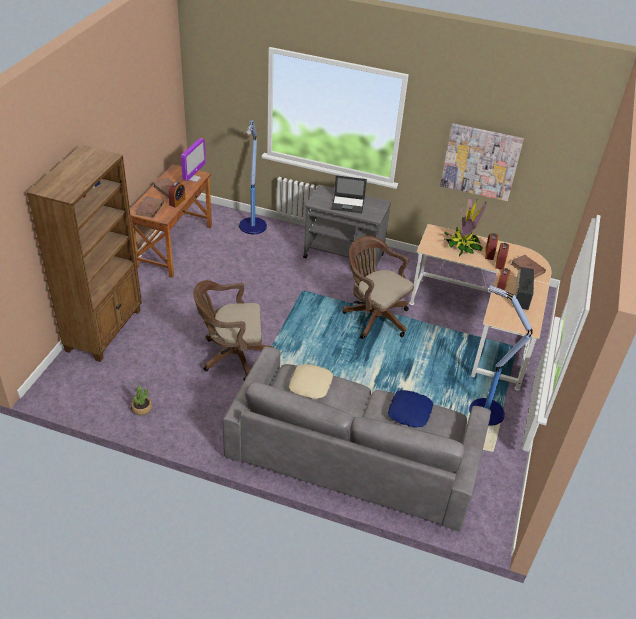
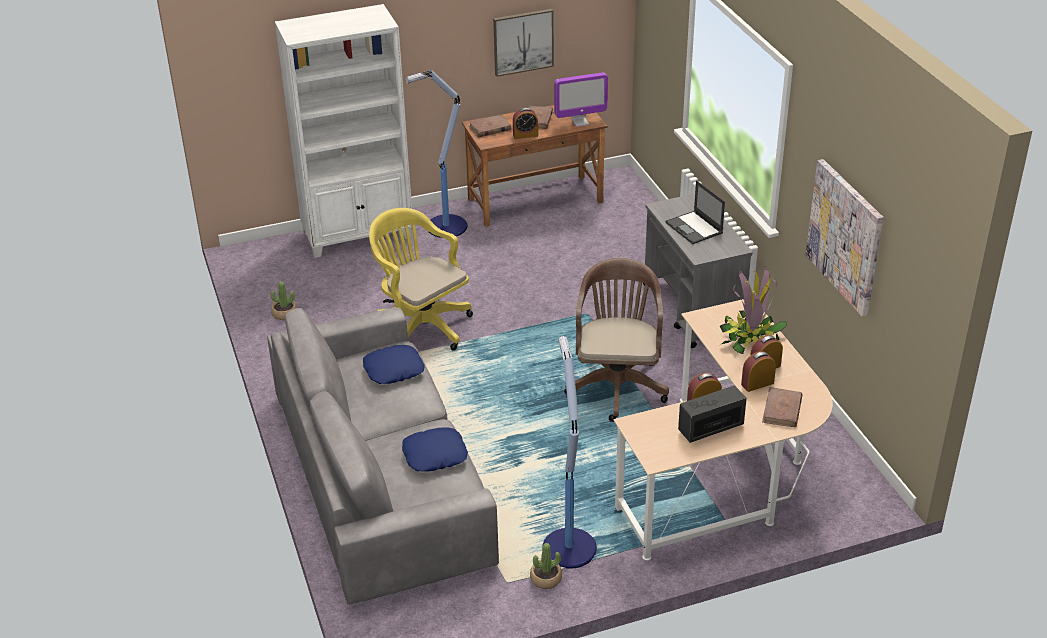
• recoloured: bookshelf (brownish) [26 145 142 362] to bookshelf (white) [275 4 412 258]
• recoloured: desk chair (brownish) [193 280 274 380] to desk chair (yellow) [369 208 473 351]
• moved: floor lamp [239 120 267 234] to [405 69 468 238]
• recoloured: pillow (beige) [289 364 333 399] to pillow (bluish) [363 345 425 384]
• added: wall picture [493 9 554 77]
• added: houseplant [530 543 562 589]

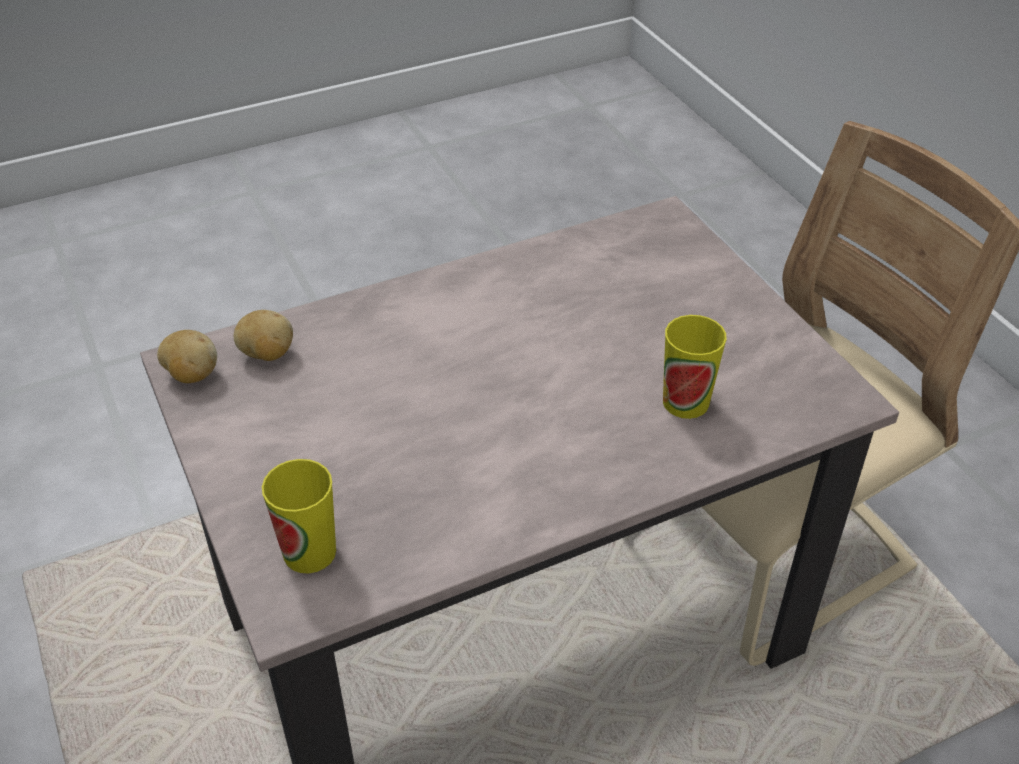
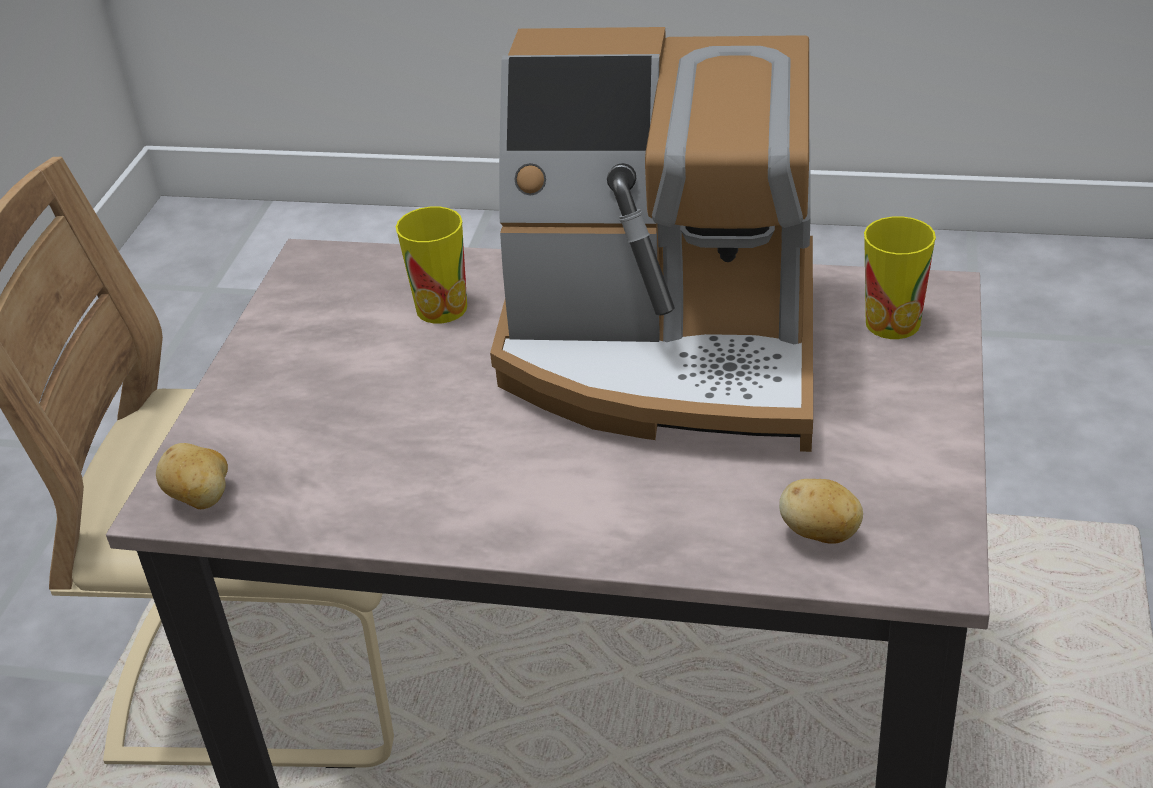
• moved: spud [157 330 217 383] to [156 443 228 509]
• added: coffee maker [490 27 813 452]

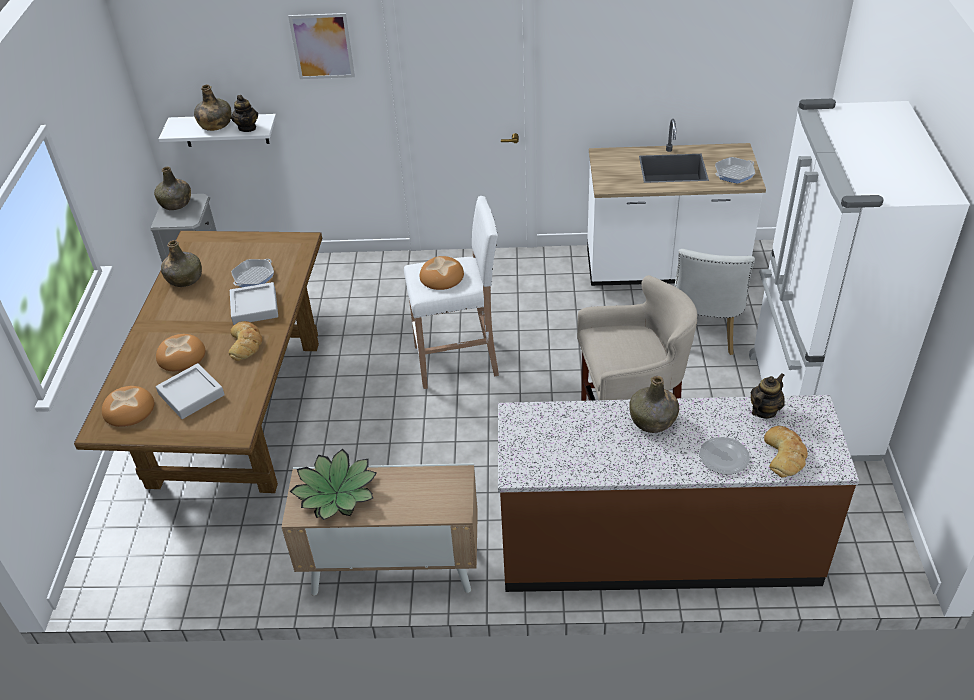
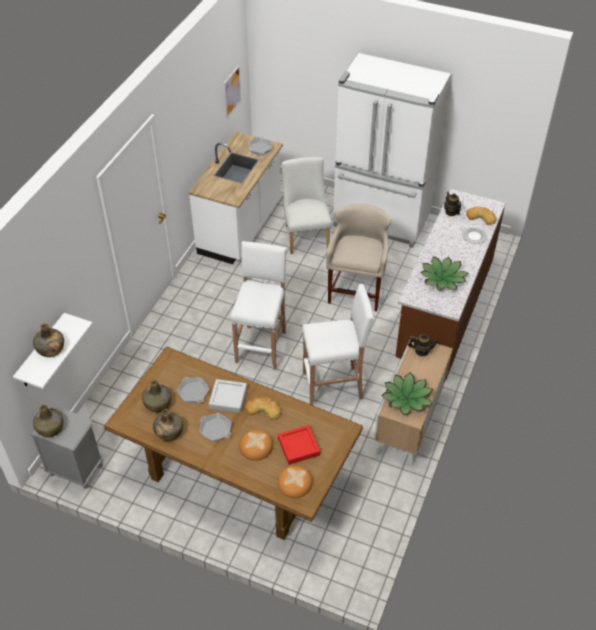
• recoloured: serving tray (grey) [156 363 225 419] to serving tray (red) [278 425 320 465]
• moved: teapot [231 95 258 132] to [408 334 439 356]
• moved: wall picture [288 13 355 79] to [223 65 242 119]
• removed: bakery bread [420 256 464 290]
• moved: bottle (green) [629 376 679 433] to [142 380 172 413]
• turned: plain chair (white) [675 249 755 355] = [281 157 332 254] 135 degrees counterclockwise
• added: pan [200 413 231 441]
• added: sitting stool (white) [302 284 374 405]
• added: houseplant [421 256 468 291]

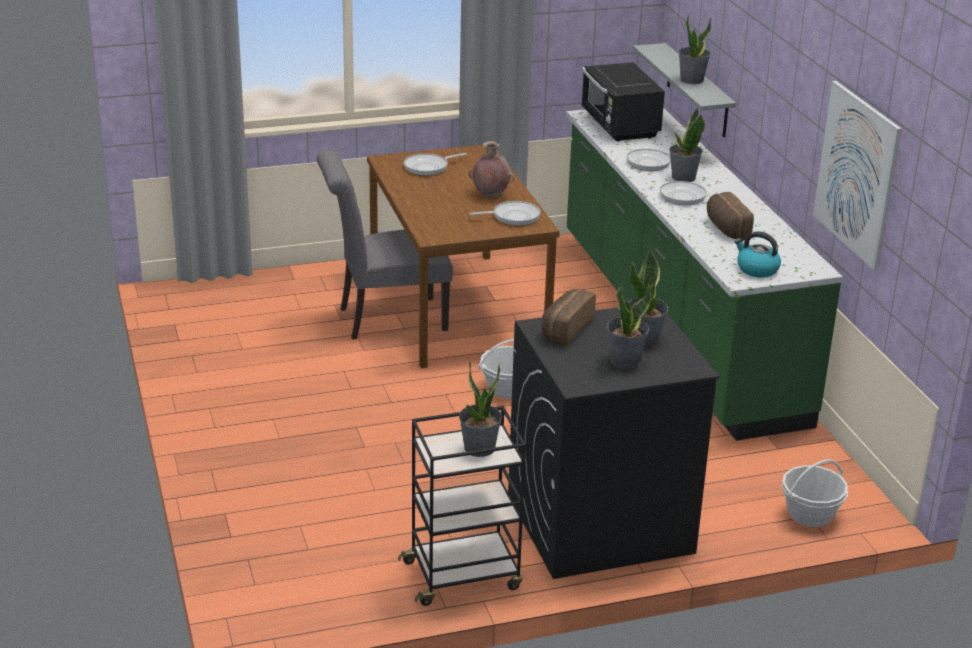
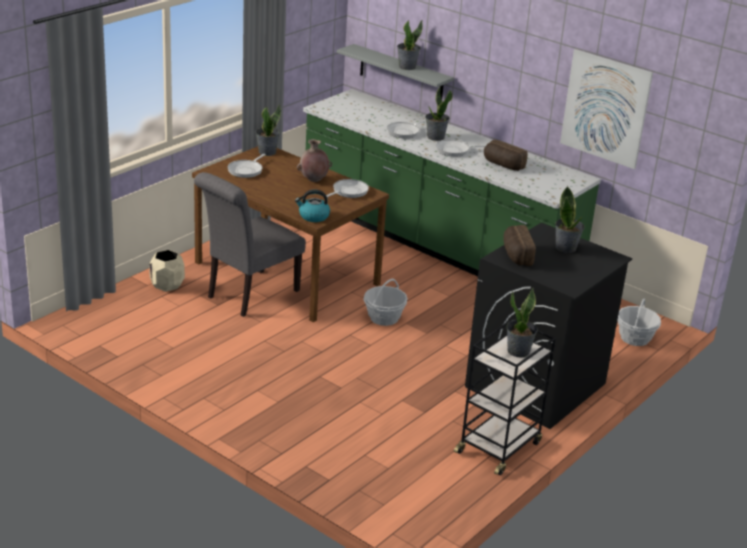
• removed: microwave (black-coloured) [581 62 665 142]
• moved: houseplant [607 285 651 369] to [256 104 281 156]
• moved: water kettle [735 231 781 277] to [295 190 330 222]
• added: flower pot (beige) [149 250 185 292]

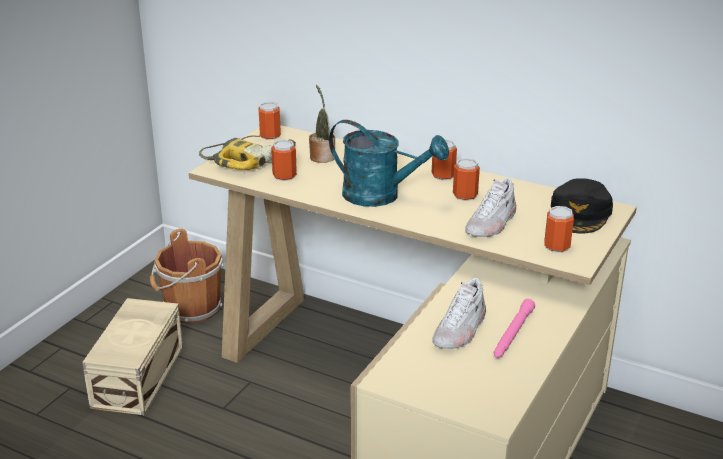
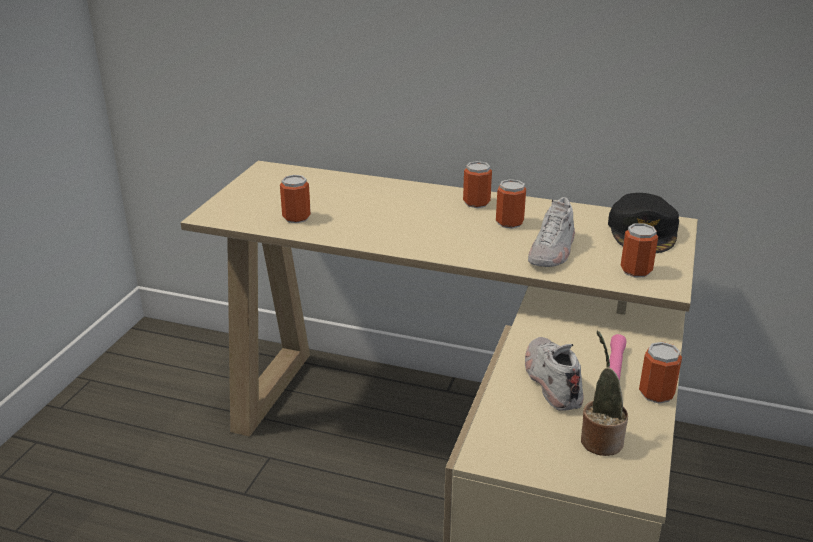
• removed: storage box (beige) [82 298 183 415]
• removed: bucket (brownish) [150 229 224 324]
• removed: power drill [199 136 296 170]
• moved: can [258 102 281 140] to [639 342 682 404]
• moved: houseplant [309 85 335 163] to [581 330 628 456]
• removed: watering pot (turquoise) [329 120 449 207]
• turned: item of footwear (white) [432 278 486 349] = [525 337 584 411] 150 degrees clockwise

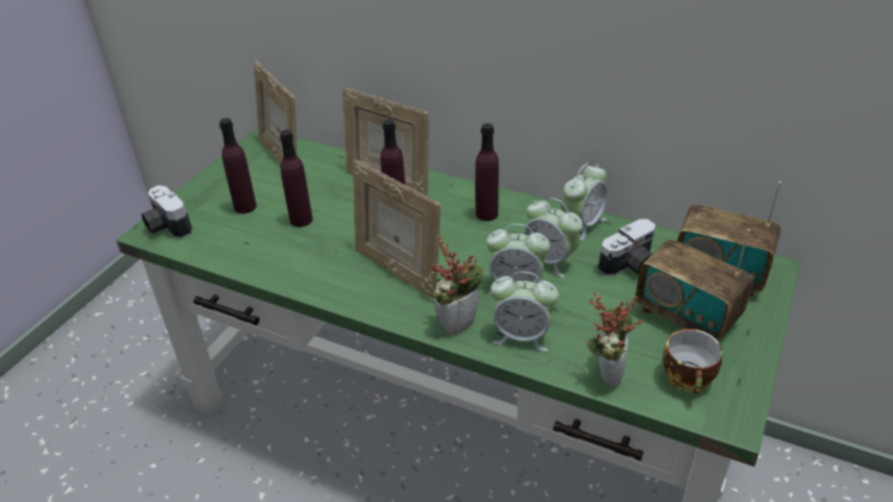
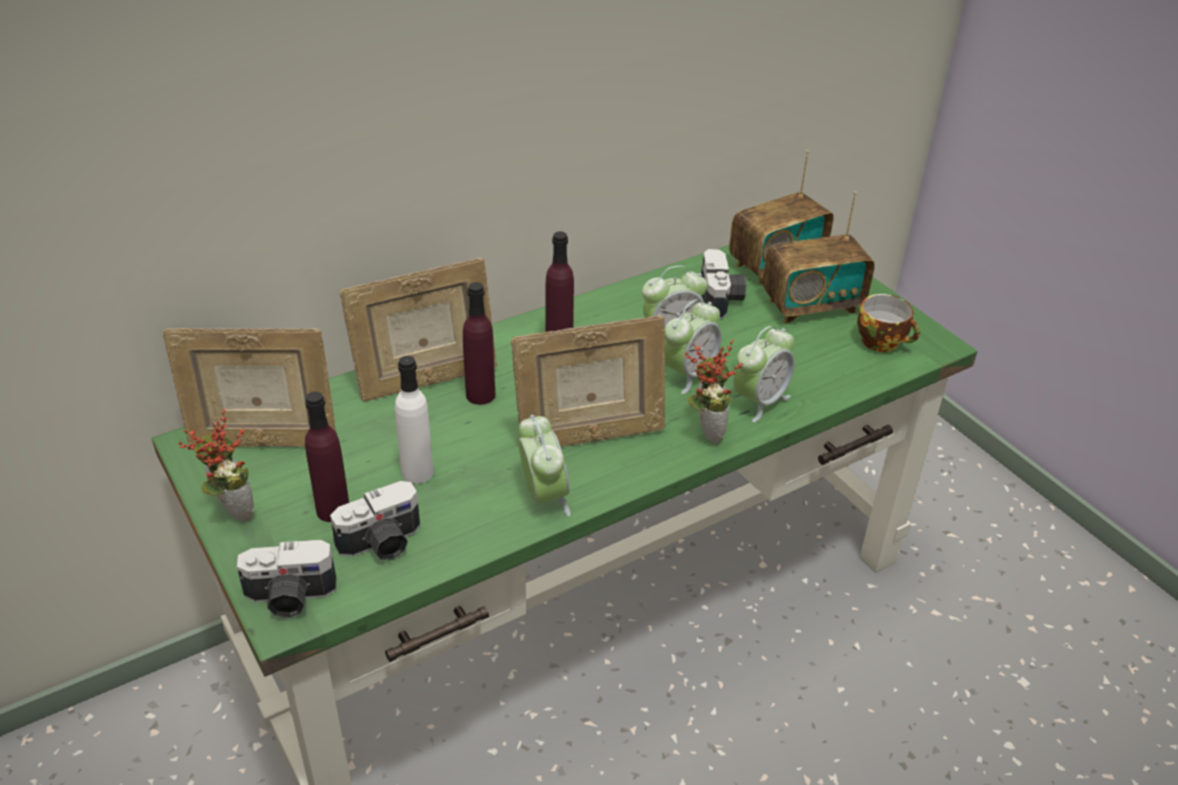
• recoloured: bottle (purple-coloured) [280 130 313 227] to bottle (white) [395 356 434 484]
• moved: bedside clock [561 163 608 241] to [518 415 571 516]
• moved: houseplant [586 292 643 388] to [178 409 254 520]
• added: still camera [330 481 420 560]

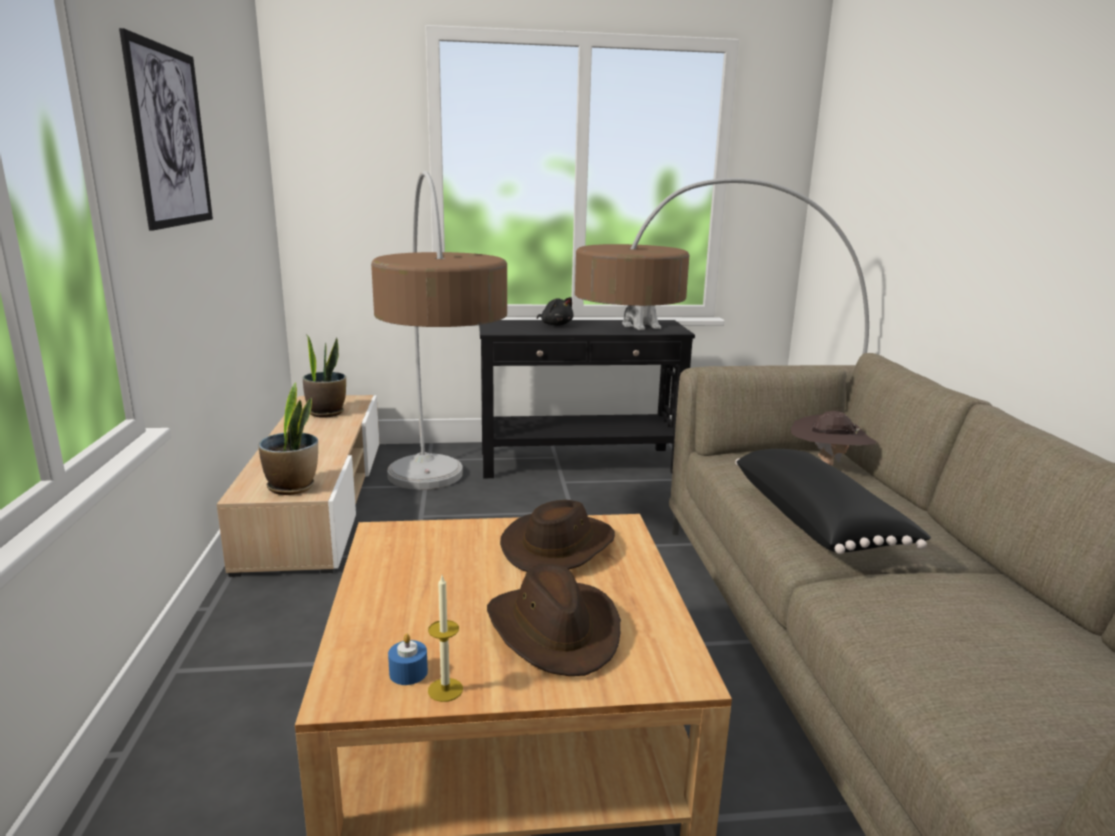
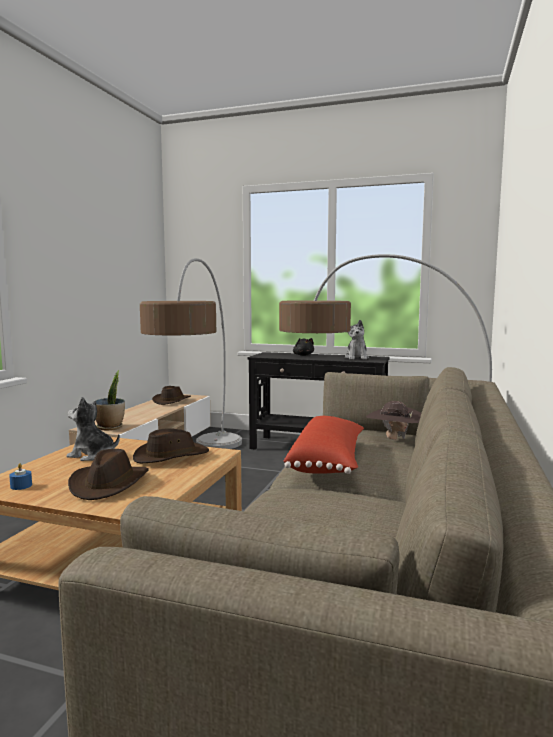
• removed: wall picture [119 28 213 231]
• replaced: houseplant [303 334 346 417] to hat (brownish) [152 386 191 405]
• removed: wax light [428 576 463 702]
• recoloured: pillow (black-coloured) [735 449 931 554] to pillow (red) [283 416 364 474]
• added: plush toy [66 397 120 461]

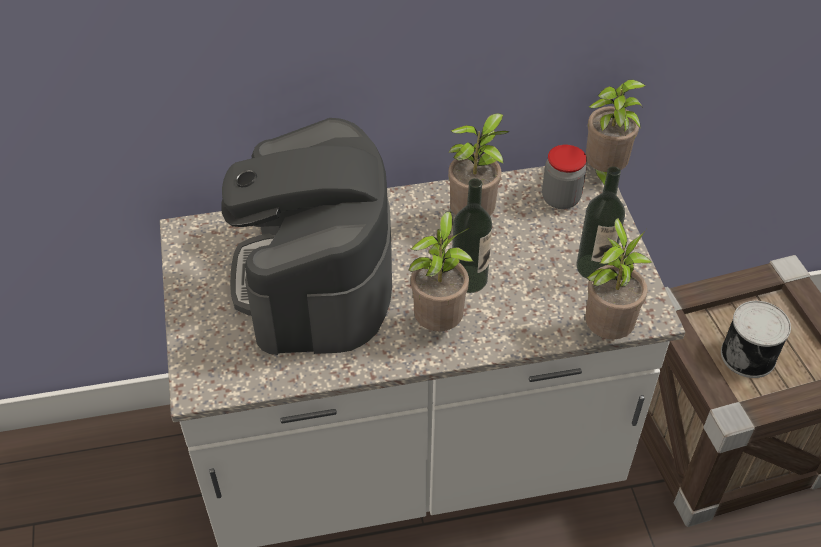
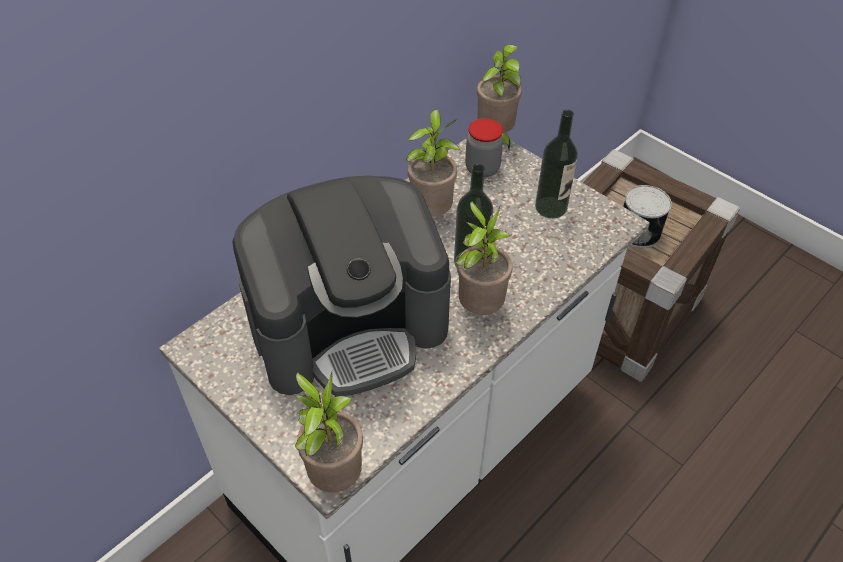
• turned: coffee maker [221 118 392 355] = [233 175 451 396] 75 degrees counterclockwise
• moved: houseplant [585 218 651 339] to [294 372 363 492]

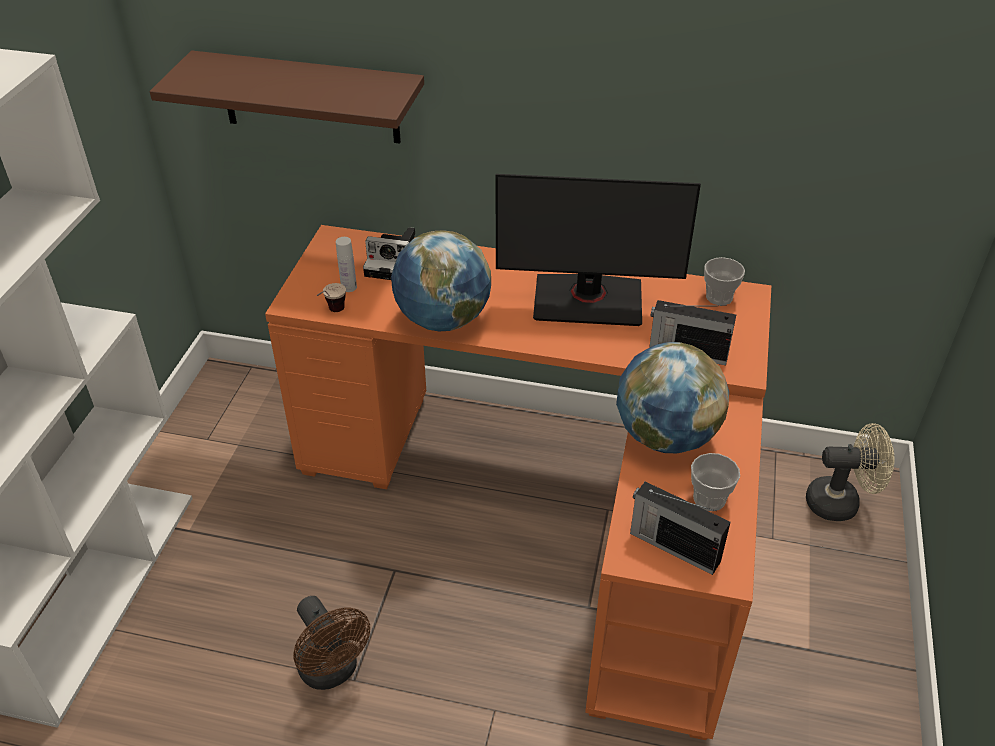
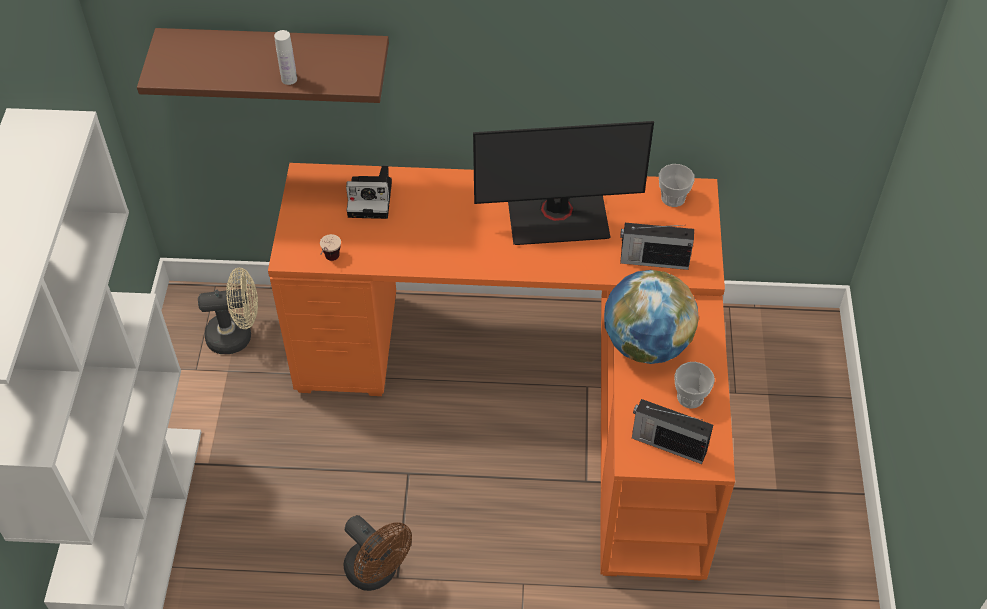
• moved: bottle (white) [336 237 357 292] to [274 30 297 85]
• removed: globe [391 230 491 331]
• moved: fan (beige) [806 423 894 521] to [198 268 258 354]

